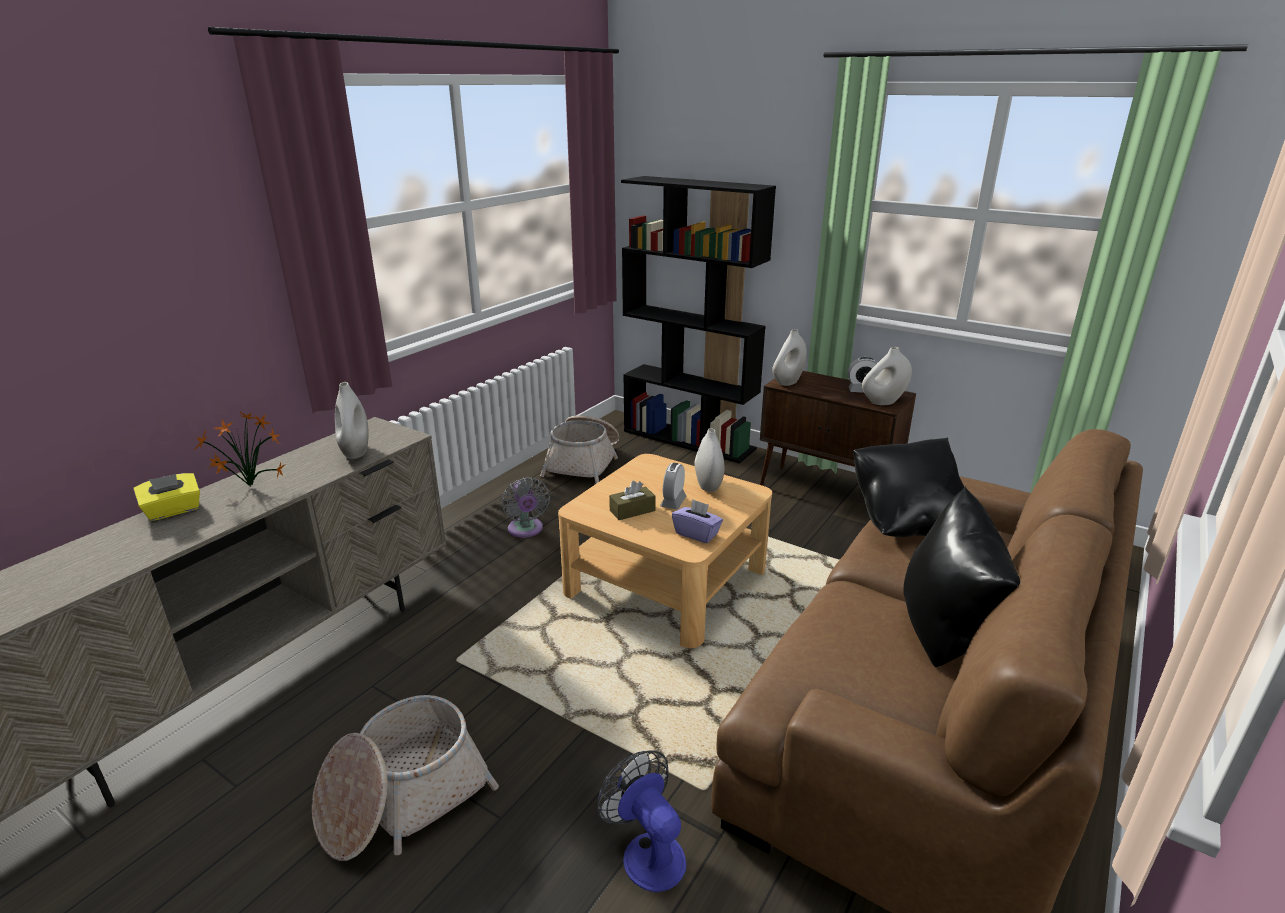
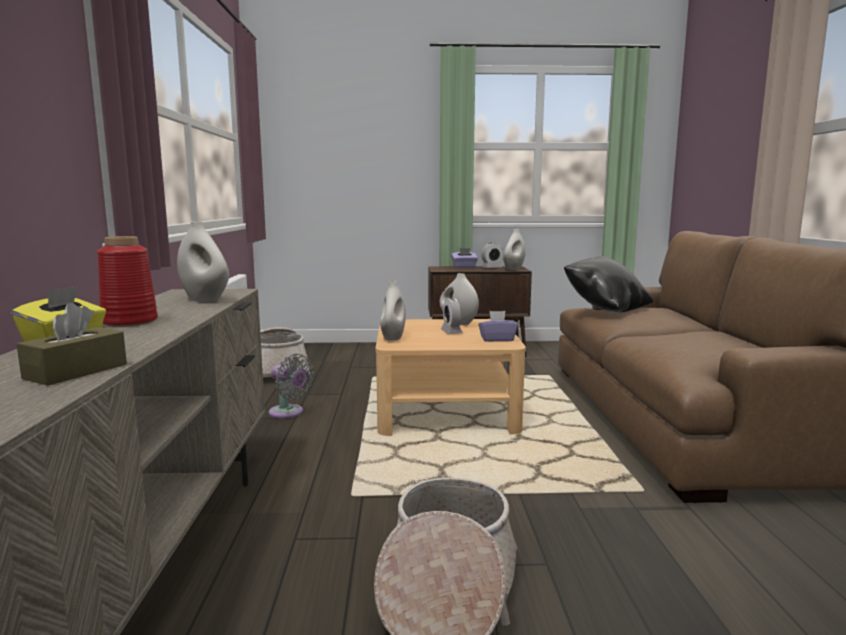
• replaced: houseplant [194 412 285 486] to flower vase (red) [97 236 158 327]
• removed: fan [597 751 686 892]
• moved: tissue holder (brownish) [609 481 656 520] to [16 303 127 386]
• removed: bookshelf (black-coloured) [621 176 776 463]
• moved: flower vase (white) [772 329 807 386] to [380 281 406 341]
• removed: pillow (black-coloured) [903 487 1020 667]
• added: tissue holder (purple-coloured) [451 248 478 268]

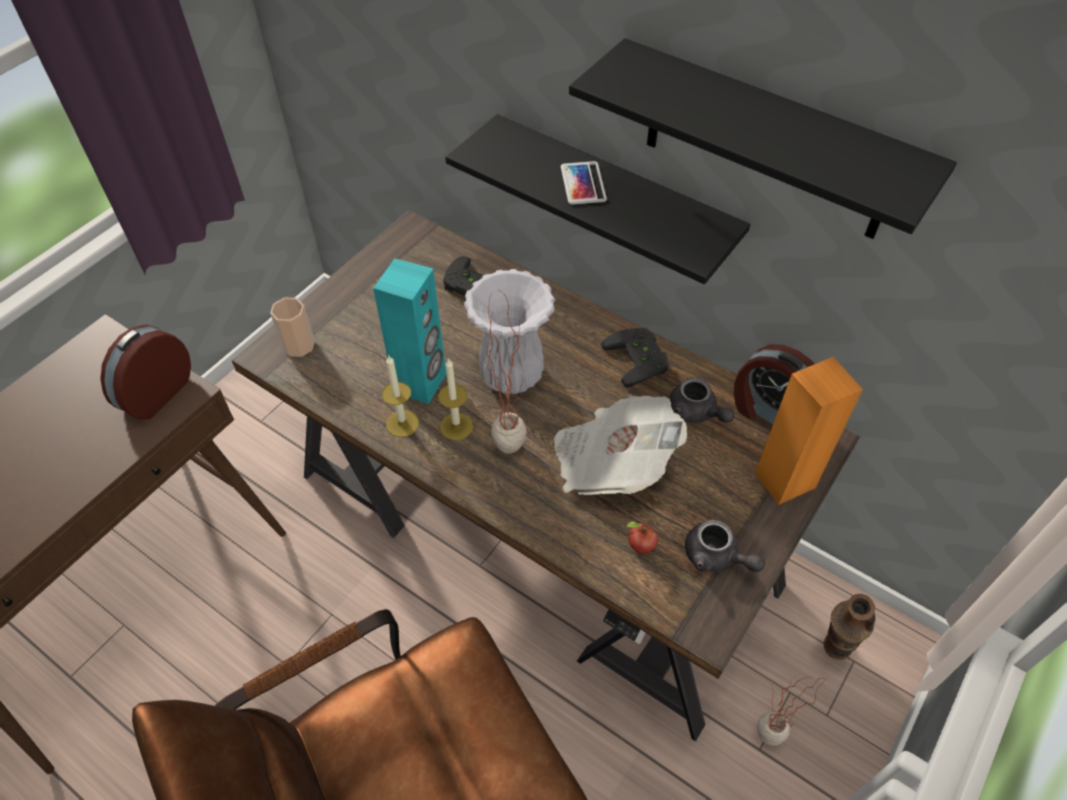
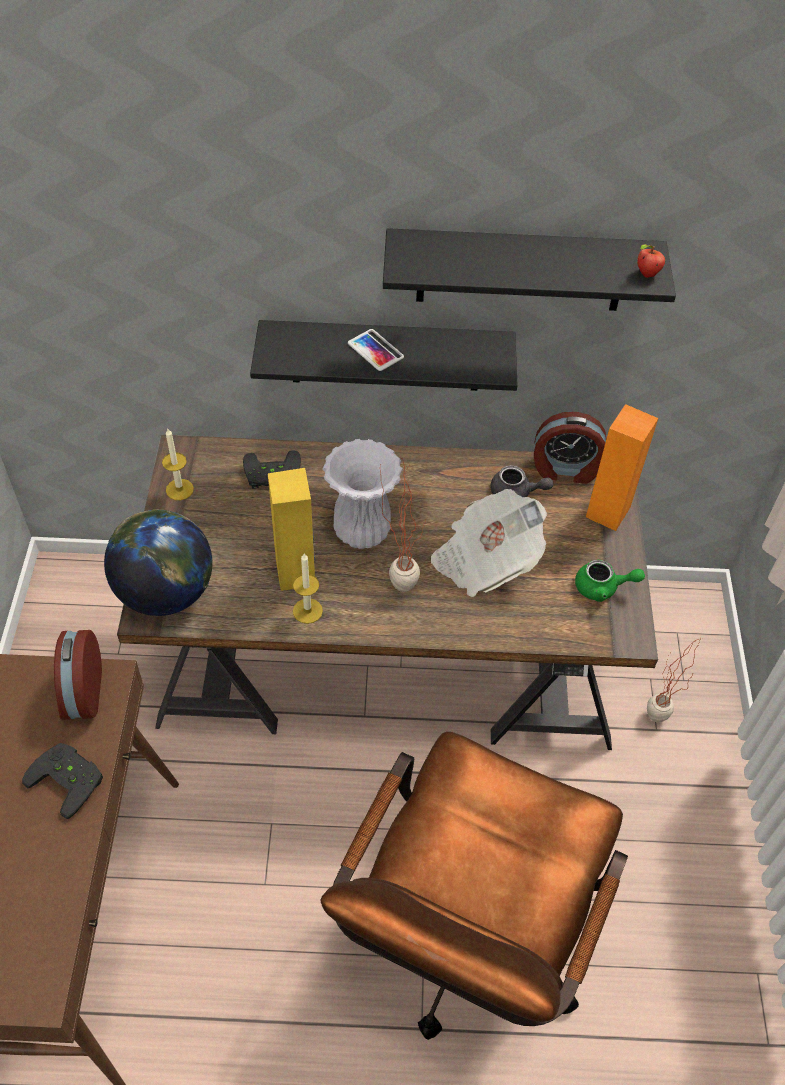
• replaced: small cup [270 298 315 357] to globe [104 509 213 616]
• recoloured: speaker (turquoise) [373 258 446 404] to speaker (yellow) [268 468 315 591]
• moved: wax light [438 358 473 440] to [162 429 194 500]
• moved: game controller (black-coloured) [601 328 669 388] to [22 743 103 819]
• moved: apple [626 521 658 554] to [637 244 665 278]
• recoloured: teapot (grey) [685 520 765 572] to teapot (green) [575 560 645 602]
• removed: flower vase [824 594 875 660]

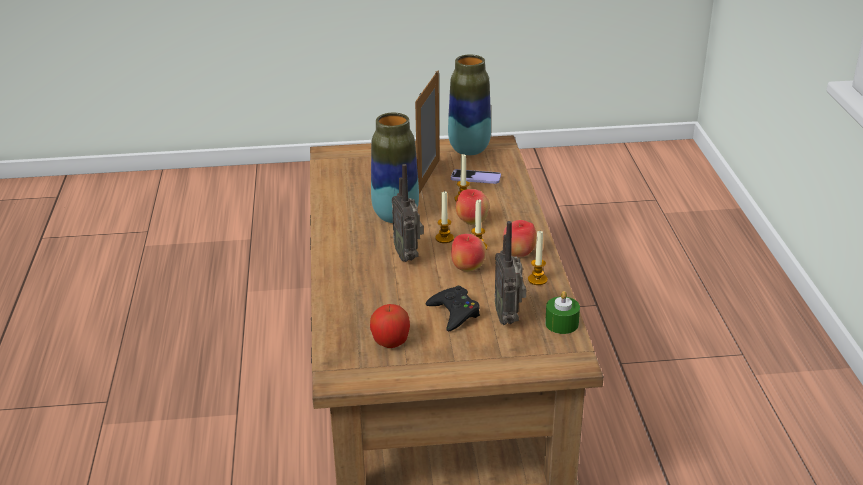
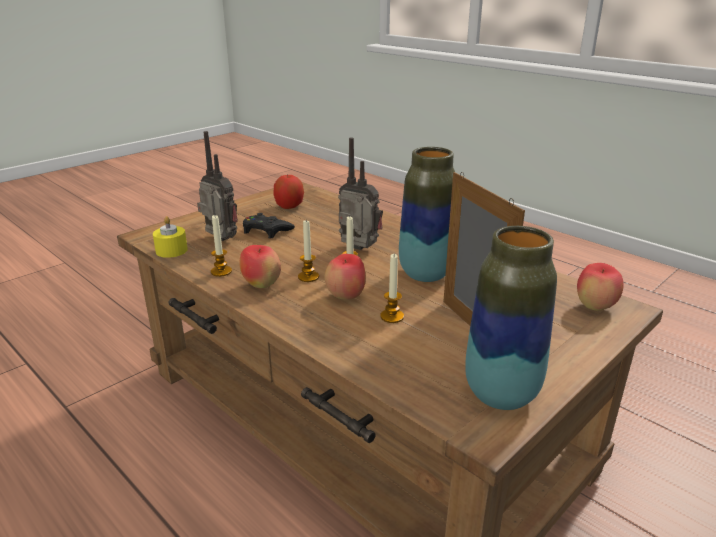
• removed: handset [451 169 501 184]
• moved: apple [451 234 486 272] to [577 263 624 311]
• recoloured: wax light (green) [545 291 580 334] to wax light (yellow) [153 216 188 258]

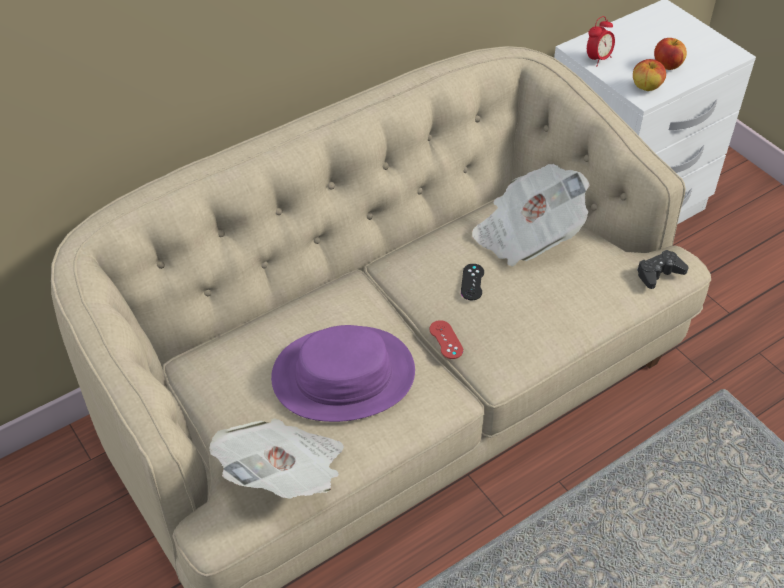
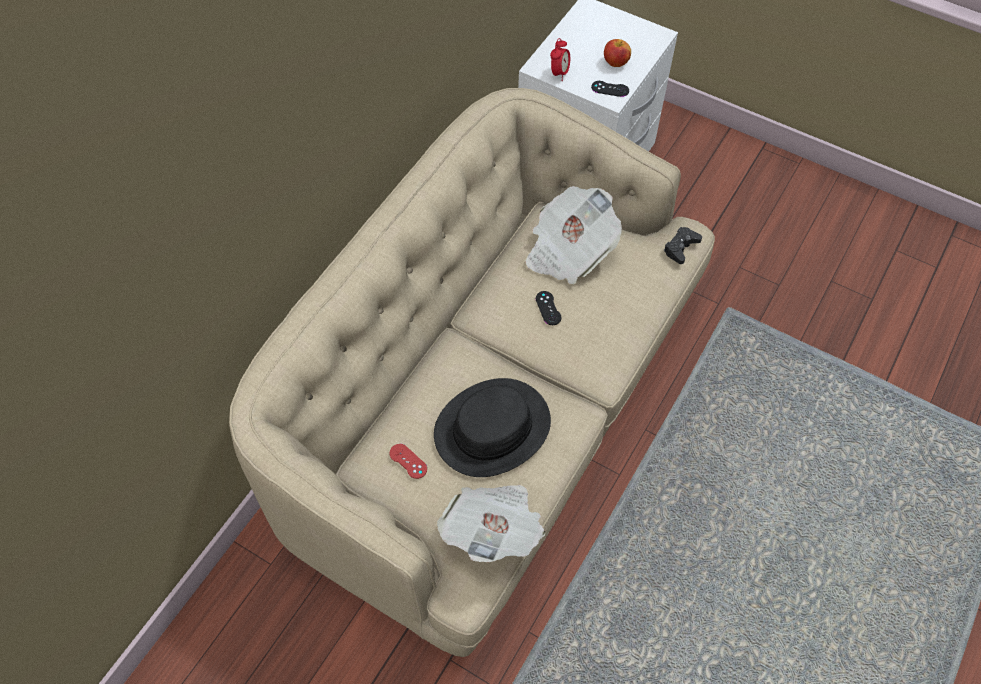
• recoloured: hat (purple-coloured) [271 325 415 422] to hat (black-coloured) [434 378 551 477]
• moved: game controller (red) [430 320 463 359] to [390 444 427 479]
• replaced: apple [633 59 666 91] to game controller (black-coloured) [591 81 629 97]

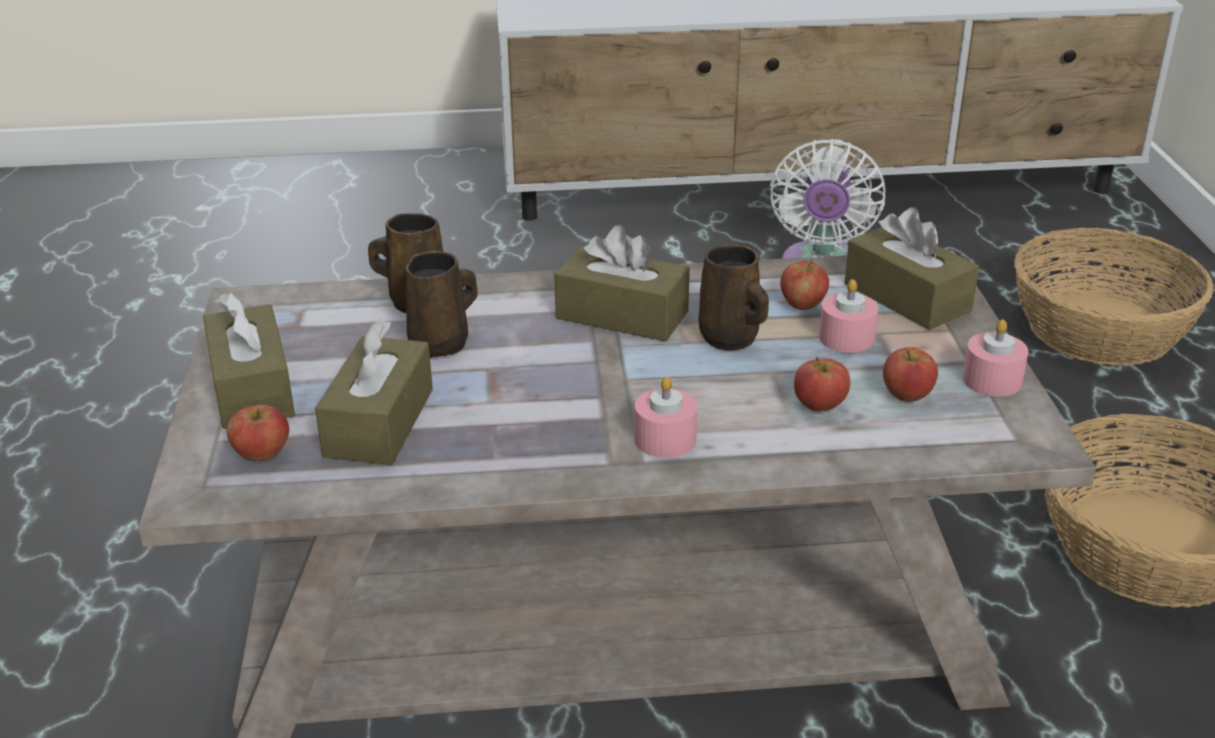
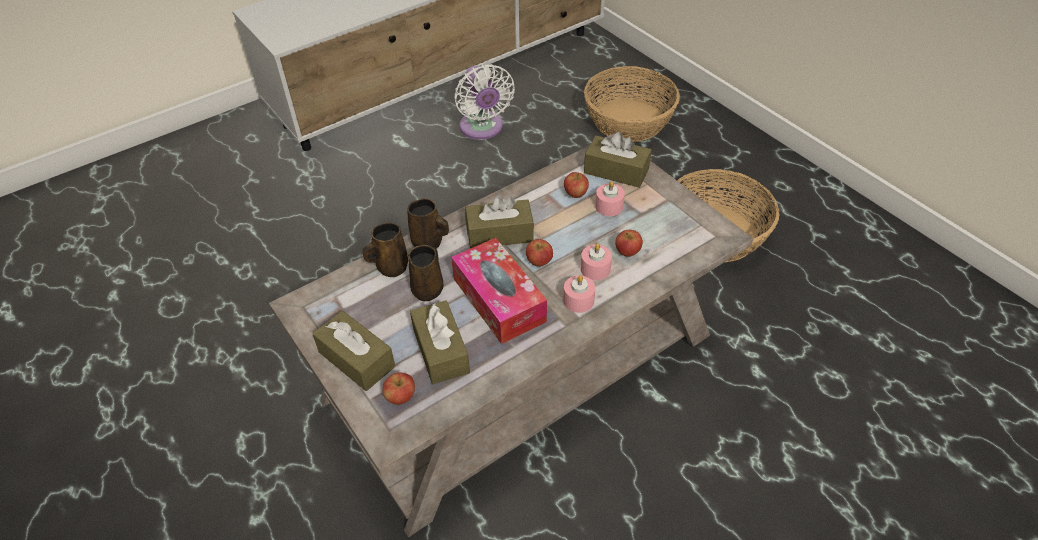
• moved: tea mug (brownish) [698 245 769 351] to [407 198 449 249]
• moved: apple [883 347 938 402] to [526 239 553 267]
• moved: wax light (pink) [963 320 1028 396] to [581 244 612 280]
• added: tissue holder [451 238 547 344]

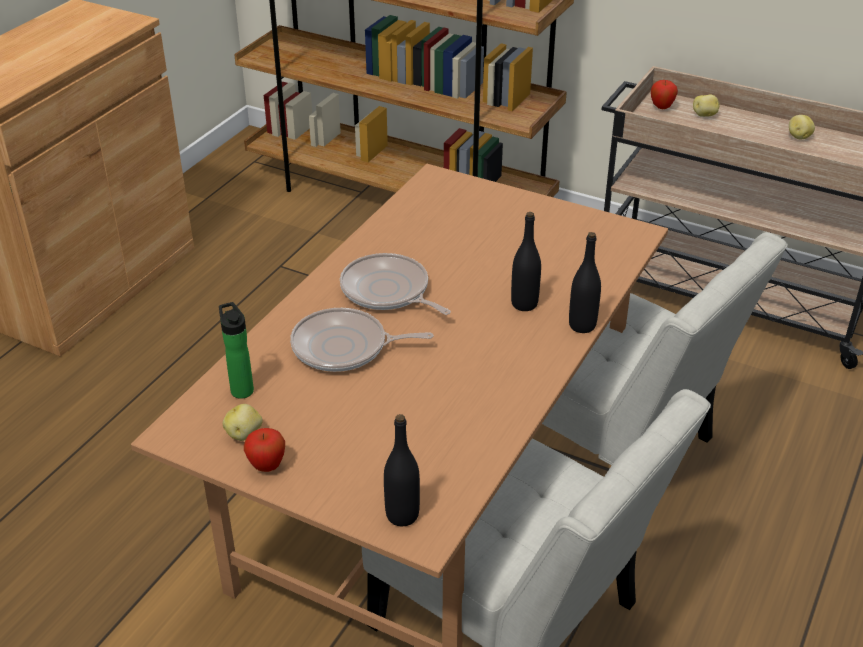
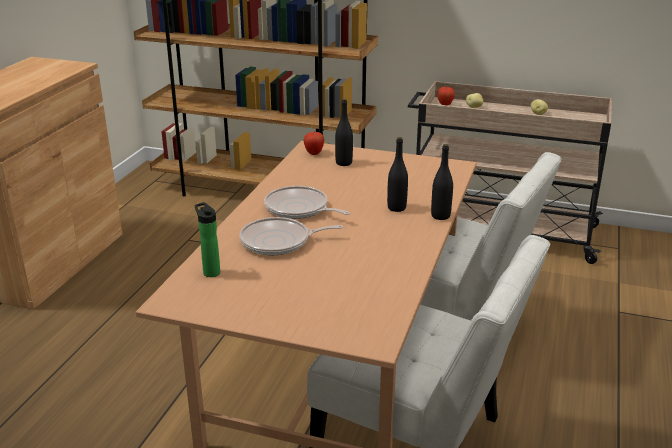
• removed: spud [223 404 263 441]
• moved: apple [244 428 285 472] to [303 132 325 155]
• moved: bottle (black-coloured) [384 414 420 526] to [335 99 353 166]

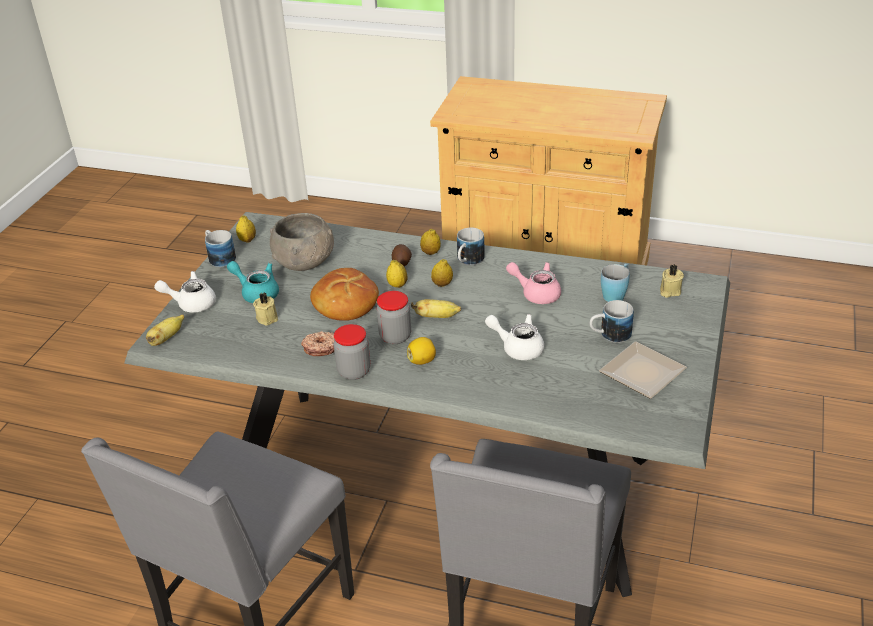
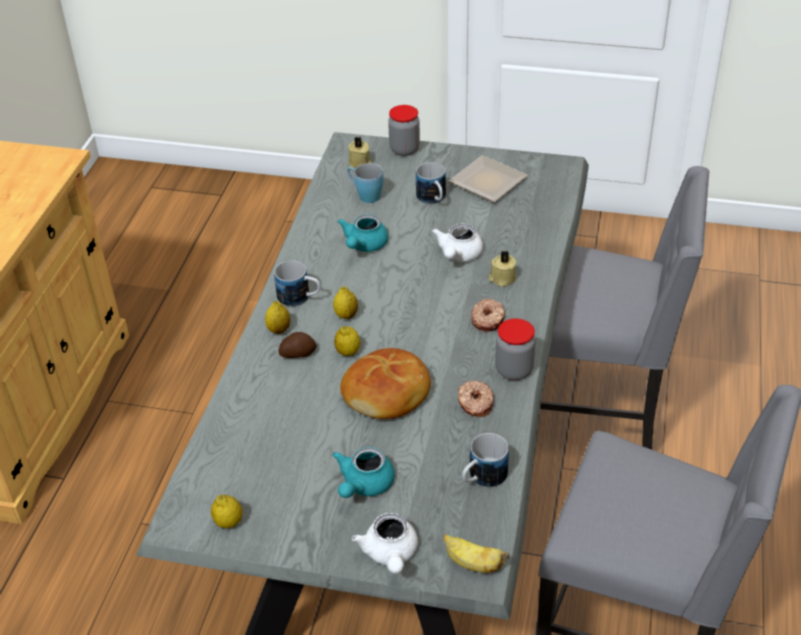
• moved: tea mug [205 230 236 267] to [462 433 509 487]
• moved: wax light (beige) [253 292 278 326] to [489 251 516 287]
• removed: deep dish (grey) [270 213 334 271]
• moved: storage jar [377 291 411 344] to [388 105 420 156]
• replaced: whole lemon [407 337 436 365] to ring doughnut [471 299 505 332]
• removed: banana [411 299 461 318]
• recoloured: teapot (pink) [506 262 561 304] to teapot (turquoise) [337 214 388 252]

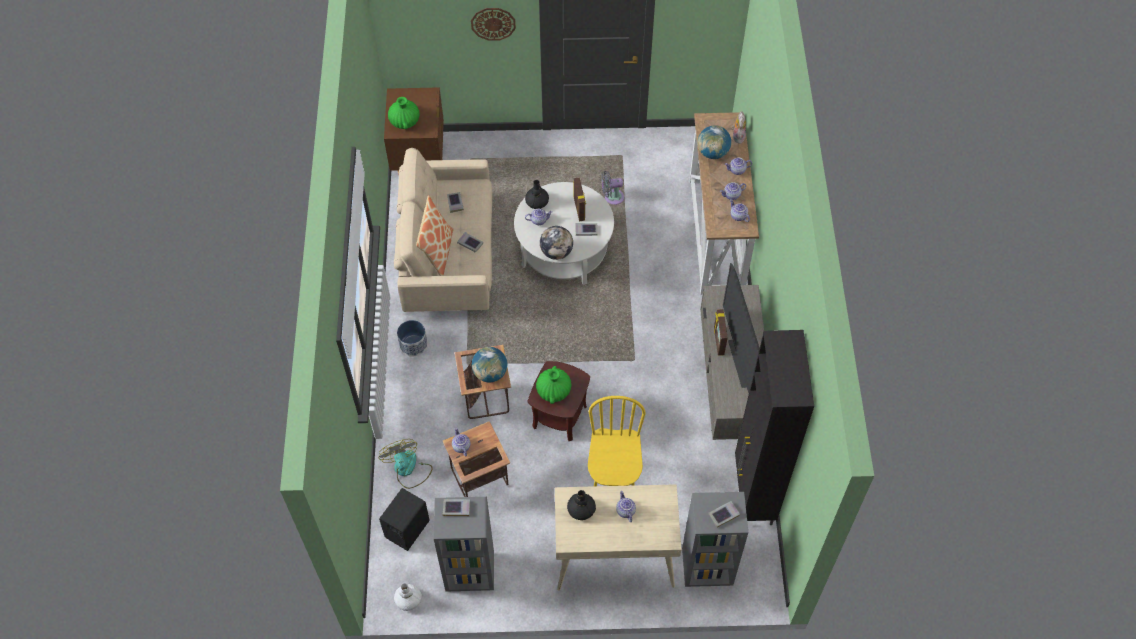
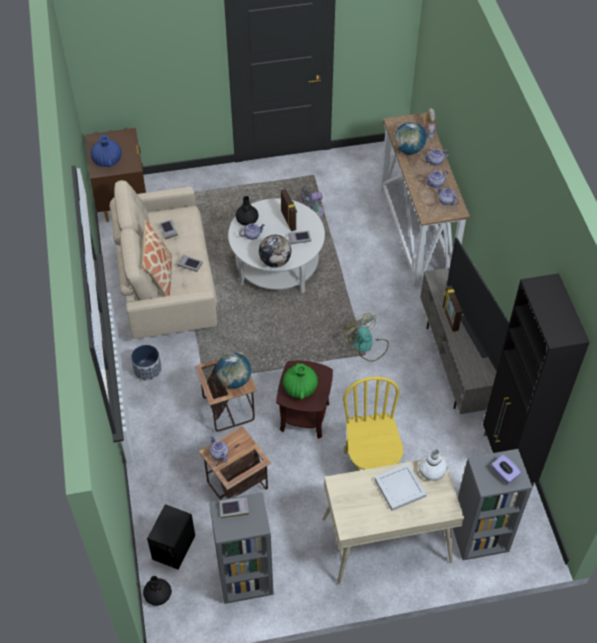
• moved: fan [378 439 433 489] to [343 313 389 362]
• recoloured: flower vase (green) [388 97 420 129] to flower vase (bluish) [91 135 122 167]
• moved: flower vase (white) [394 583 422 611] to [419 448 447 481]
• removed: wall clock [471 8 516 41]
• moved: flower vase (black-coloured) [567 490 596 520] to [143 576 172 606]
• replaced: teapot [616 491 636 522] to serving tray (white) [374 463 427 511]
• replaced: bound book [708 501 740 528] to tissue holder (purple-coloured) [492 454 521 484]

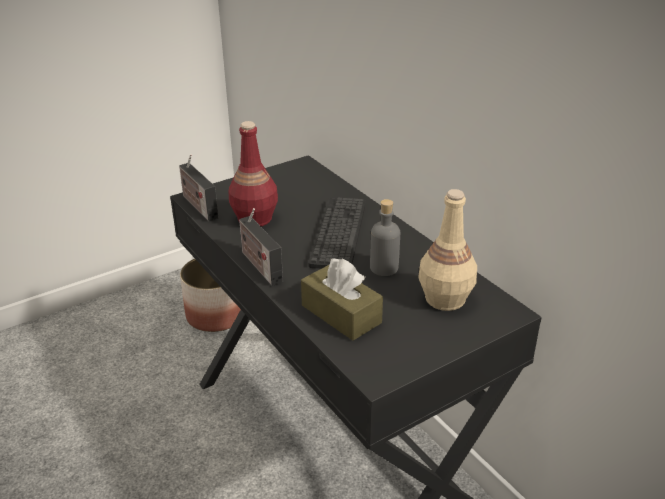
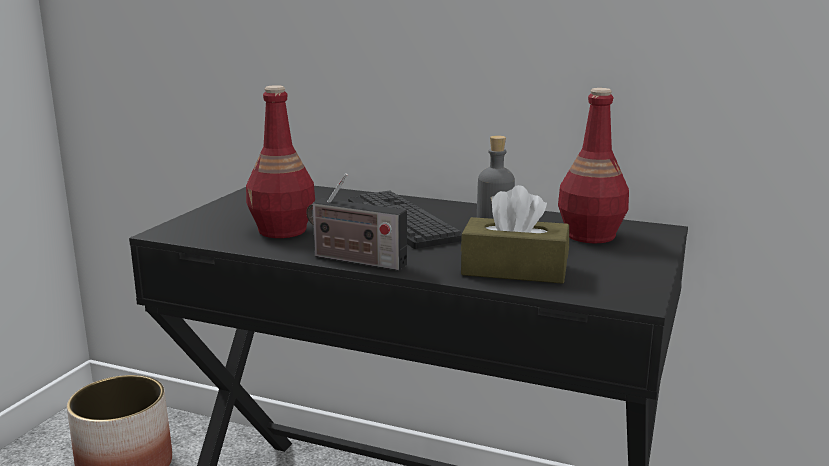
• removed: radio receiver [179 154 219 221]
• recoloured: bottle (beige) [418 189 477 311] to bottle (red) [558 88 629 243]

